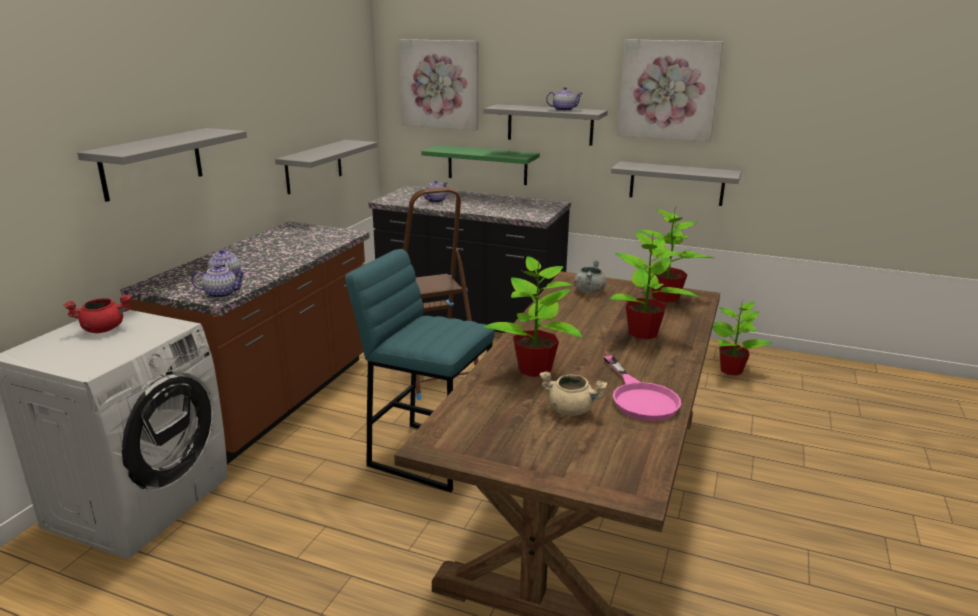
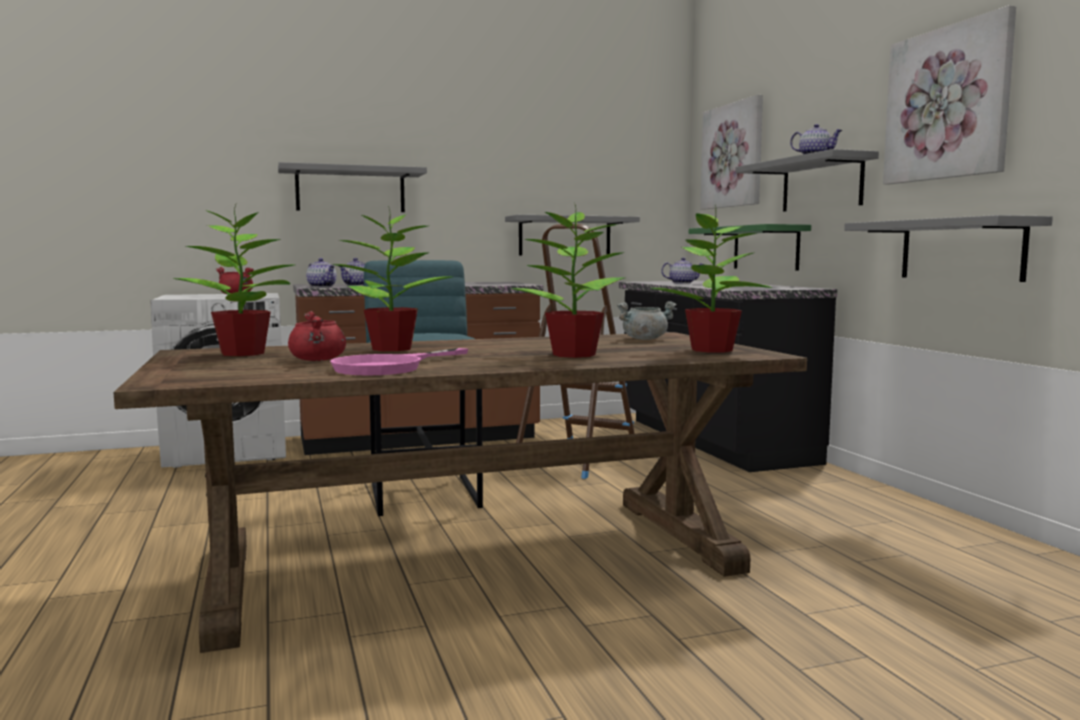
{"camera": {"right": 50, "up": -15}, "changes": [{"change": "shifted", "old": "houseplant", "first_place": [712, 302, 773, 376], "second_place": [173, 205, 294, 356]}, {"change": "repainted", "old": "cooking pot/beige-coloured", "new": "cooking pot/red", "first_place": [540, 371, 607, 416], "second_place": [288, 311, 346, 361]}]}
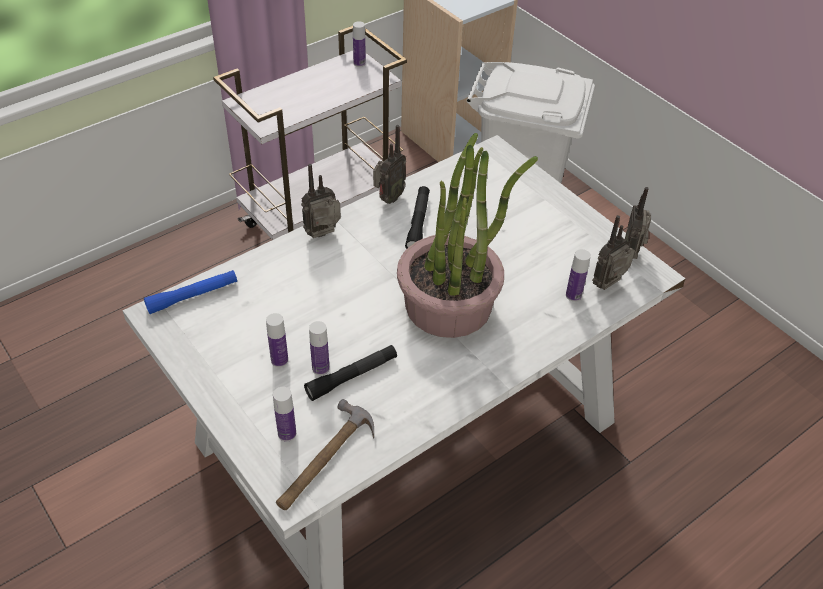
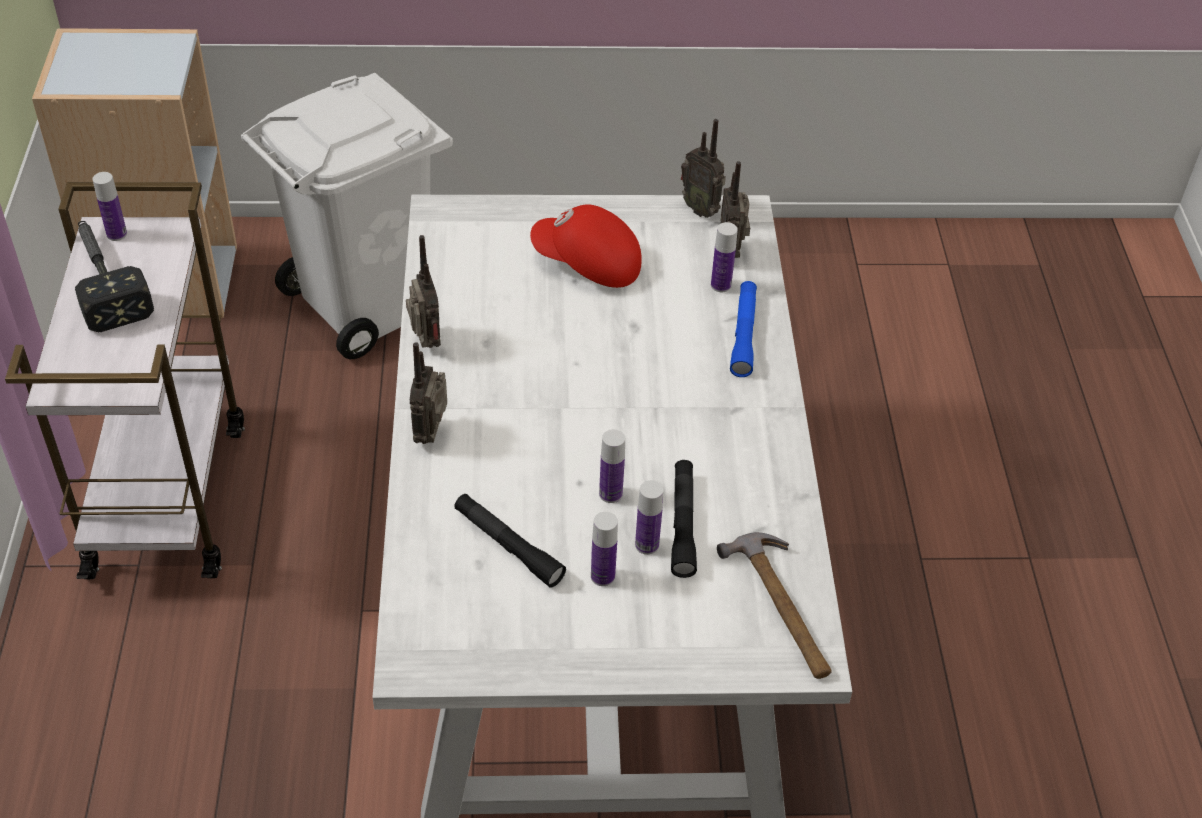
{"camera": {"right": -55, "up": 0}, "changes": [{"change": "new", "new": "tool hammer", "second_place": [75, 221, 154, 332]}, {"change": "shifted", "old": "hand torch/black-coloured", "first_place": [405, 186, 430, 249], "second_place": [454, 494, 566, 588]}, {"change": "new", "new": "cap/red", "second_place": [530, 204, 642, 288]}, {"change": "shifted", "old": "drink bottle", "first_place": [273, 387, 296, 442], "second_place": [599, 429, 625, 503]}, {"change": "shifted", "old": "hand torch/bluish", "first_place": [144, 270, 237, 314], "second_place": [730, 281, 757, 377]}, {"change": "gone", "old": "houseplant", "first_place": [397, 133, 538, 338]}]}
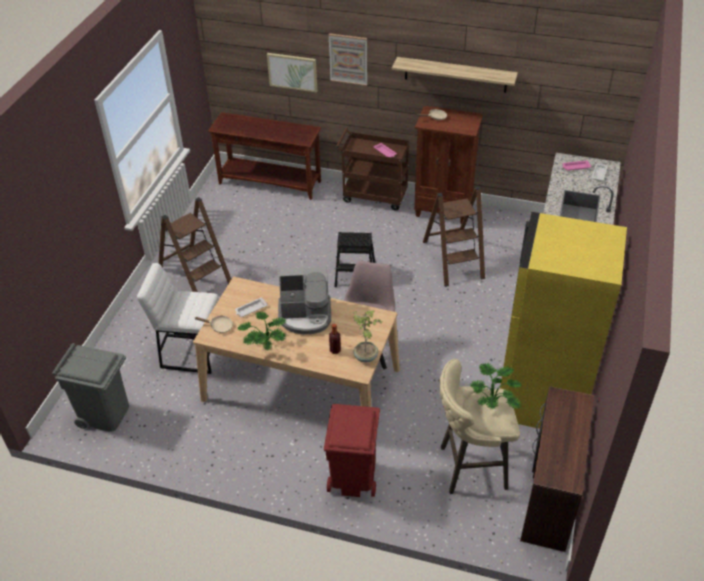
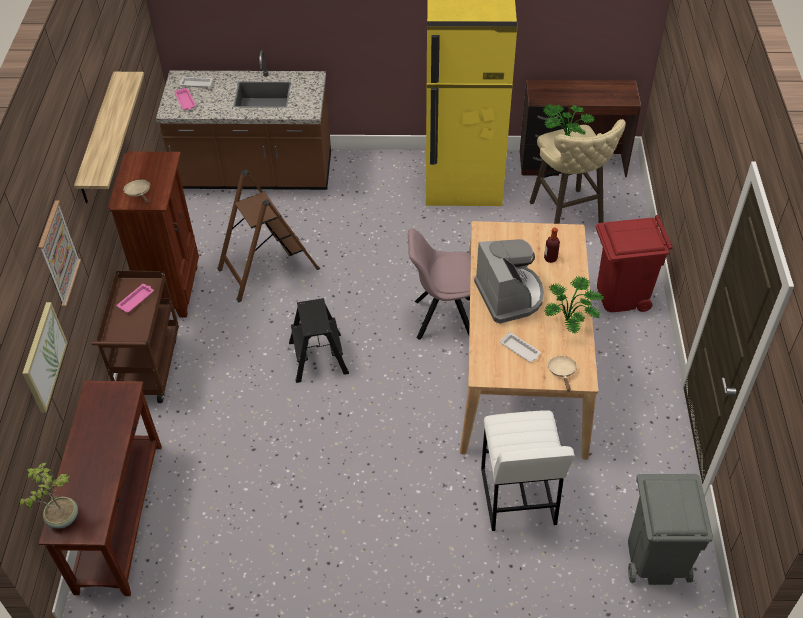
{"camera": {"right": -105, "up": 5}, "changes": [{"change": "shifted", "old": "houseplant", "first_place": [353, 310, 382, 362], "second_place": [20, 462, 78, 529]}, {"change": "gone", "old": "step stool/brown-coloured", "first_place": [159, 197, 231, 292]}]}
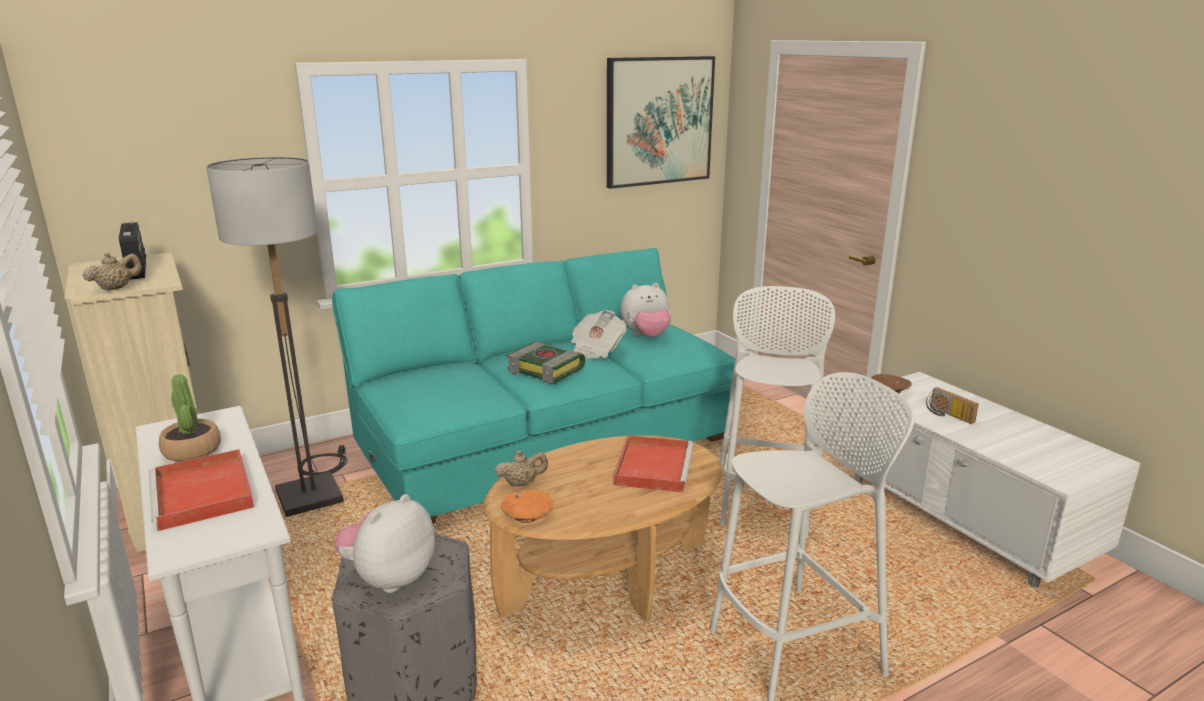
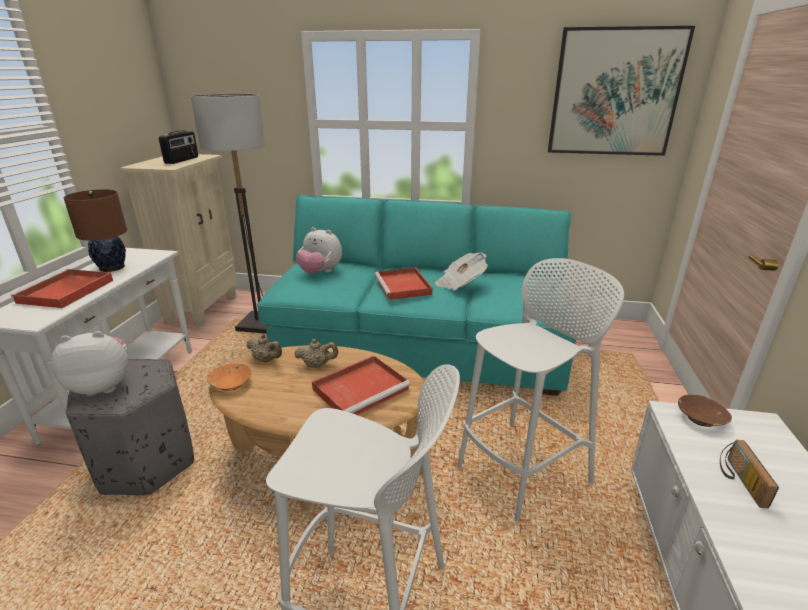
{"camera": {"right": 40, "up": 5}, "changes": [{"change": "swapped", "old": "houseplant", "new": "lamp for a table/brown-coloured", "first_place": [159, 374, 221, 462], "second_place": [64, 189, 127, 272]}, {"change": "shifted", "old": "pot for tea/beige-coloured", "first_place": [82, 252, 142, 291], "second_place": [294, 339, 338, 368]}, {"change": "shifted", "old": "cuddly toy", "first_place": [620, 283, 671, 337], "second_place": [296, 227, 342, 274]}, {"change": "swapped", "old": "volume", "new": "carrying tray/red", "first_place": [507, 342, 585, 384], "second_place": [375, 268, 433, 300]}]}
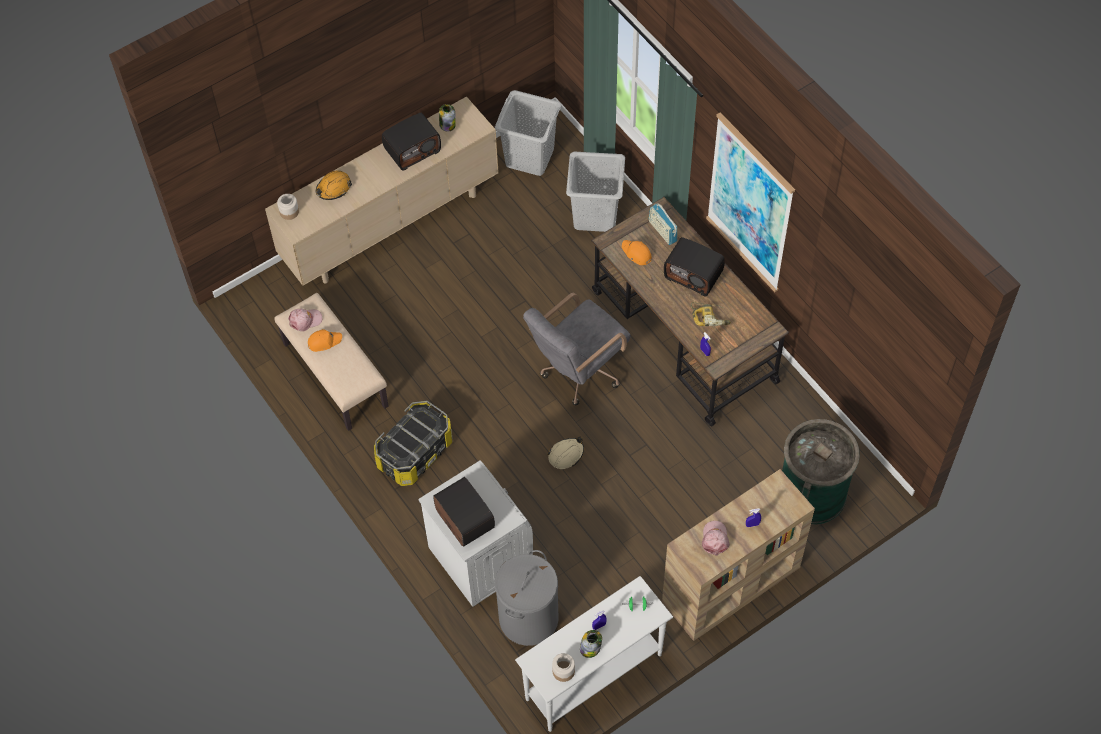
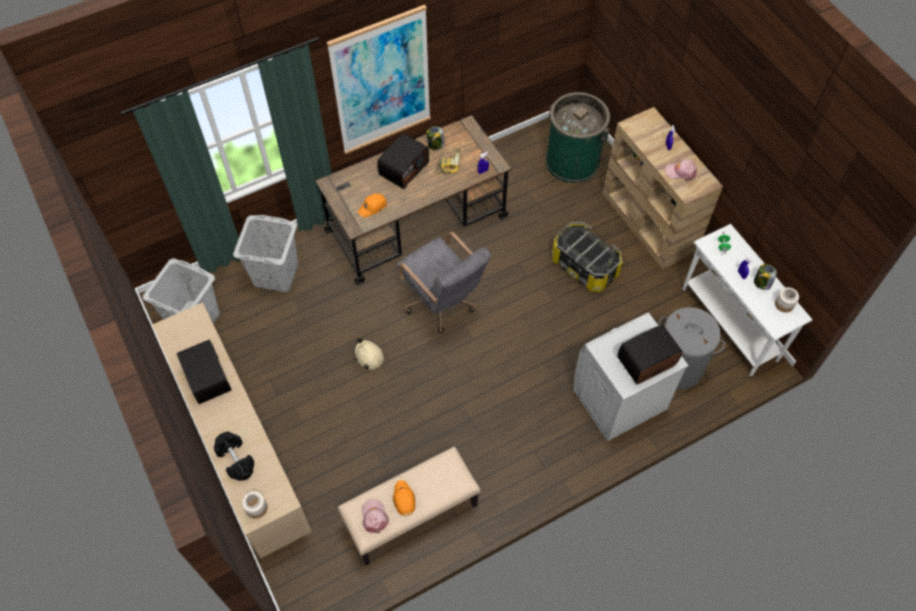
{"camera": {"right": -85, "up": 0}, "changes": [{"change": "swapped", "old": "hard hat/orange-coloured", "new": "hand weight/black-coloured", "first_place": [315, 170, 352, 200], "second_place": [214, 432, 254, 481]}, {"change": "shifted", "old": "hard hat/beige-coloured", "first_place": [547, 437, 584, 469], "second_place": [354, 337, 384, 370]}, {"change": "shifted", "old": "preserve jar", "first_place": [439, 104, 456, 132], "second_place": [426, 126, 445, 150]}, {"change": "shifted", "old": "storage container", "first_place": [374, 401, 452, 486], "second_place": [552, 222, 623, 292]}, {"change": "gone", "old": "radio receiver", "first_place": [649, 203, 677, 245]}]}
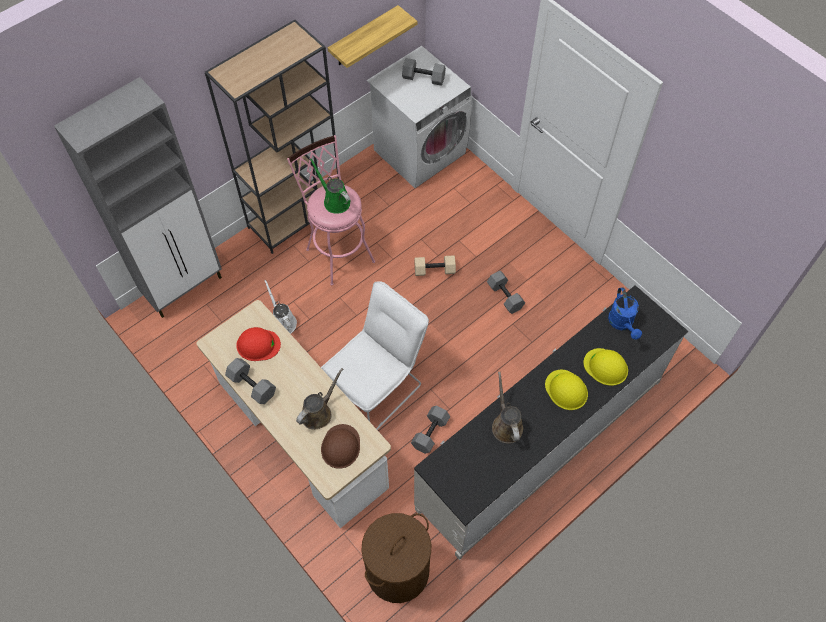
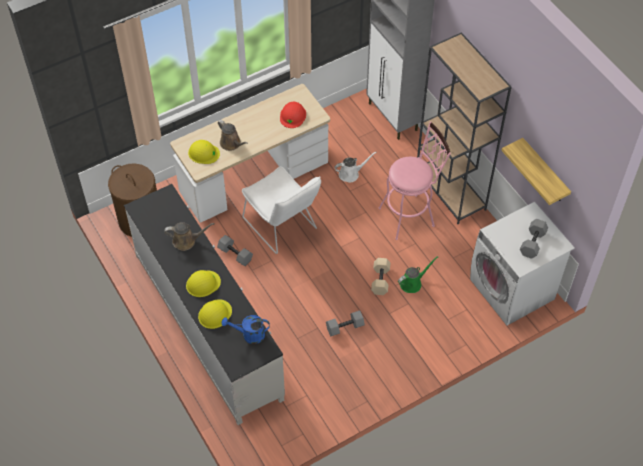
{"camera": {"right": 100, "up": -5}, "changes": [{"change": "repainted", "old": "hard hat/brown-coloured", "new": "hard hat/yellowish", "first_place": [321, 424, 360, 469], "second_place": [188, 140, 220, 164]}, {"change": "shifted", "old": "sprinkling can/green-coloured", "first_place": [310, 158, 350, 214], "second_place": [398, 256, 438, 293]}, {"change": "gone", "old": "hand weight/greyish", "first_place": [225, 358, 276, 404]}]}
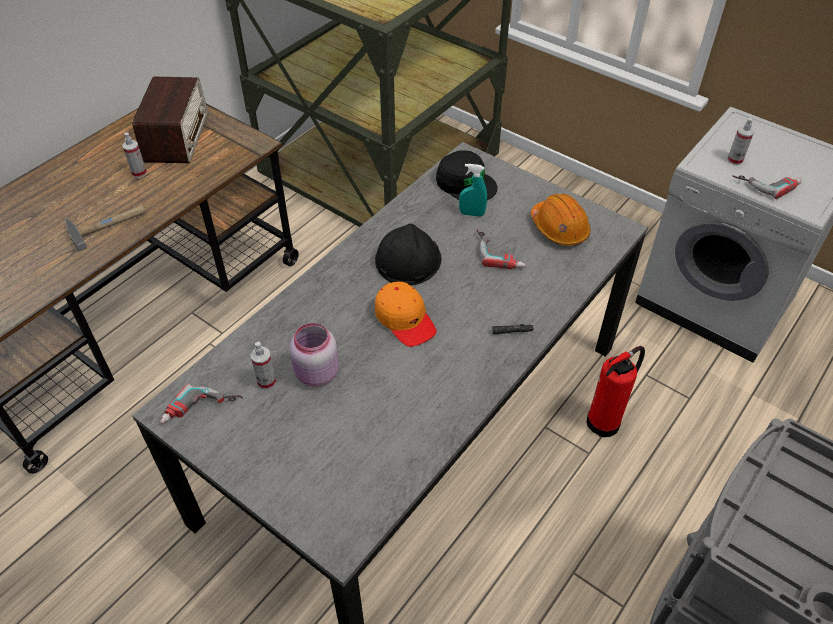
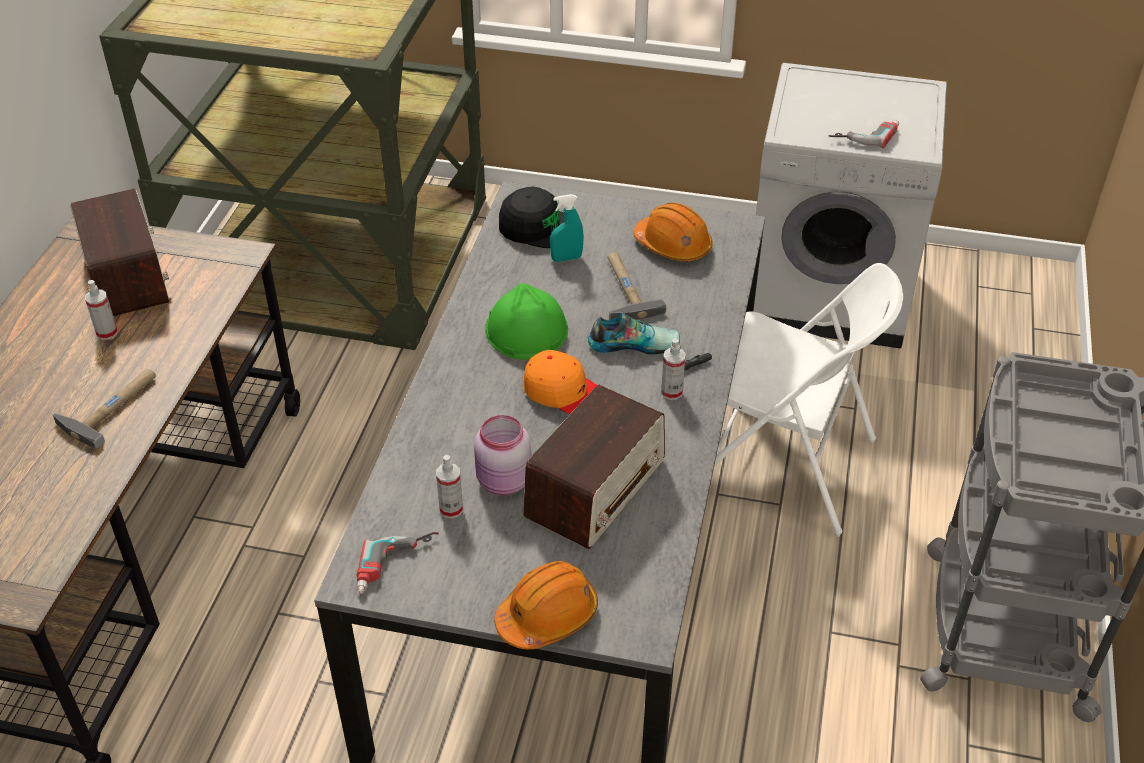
{"camera": {"right": -25, "up": -5}, "changes": [{"change": "repainted", "old": "hard hat/black-coloured", "new": "hard hat/green-coloured", "first_place": [375, 223, 441, 286], "second_place": [485, 283, 568, 360]}, {"change": "new", "new": "hard hat/orange-coloured", "second_place": [494, 561, 598, 649]}, {"change": "new", "new": "radio receiver", "second_place": [523, 385, 665, 549]}, {"change": "new", "new": "item of footwear", "second_place": [588, 313, 680, 355]}, {"change": "swapped", "old": "power drill", "new": "tool hammer", "first_place": [477, 228, 526, 269], "second_place": [607, 252, 666, 320]}, {"change": "shifted", "old": "sprayer", "first_place": [727, 118, 754, 165], "second_place": [661, 338, 686, 400]}, {"change": "swapped", "old": "extinguisher", "new": "chair/white", "first_place": [586, 346, 645, 437], "second_place": [714, 263, 903, 537]}]}
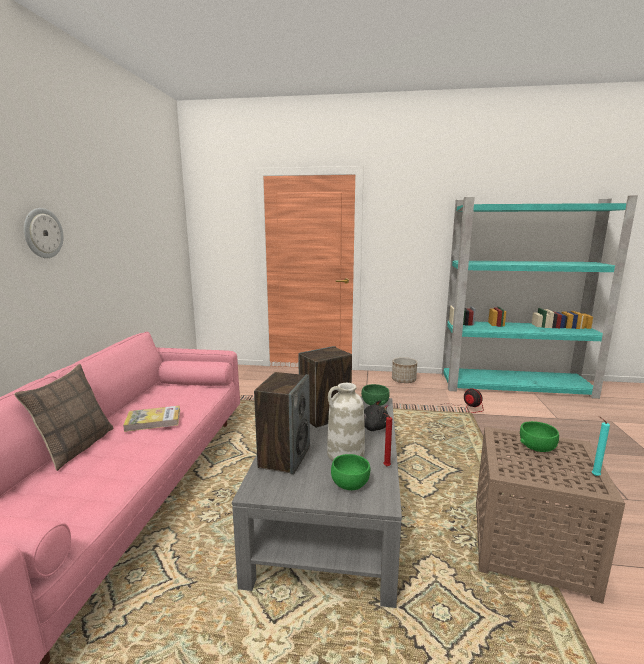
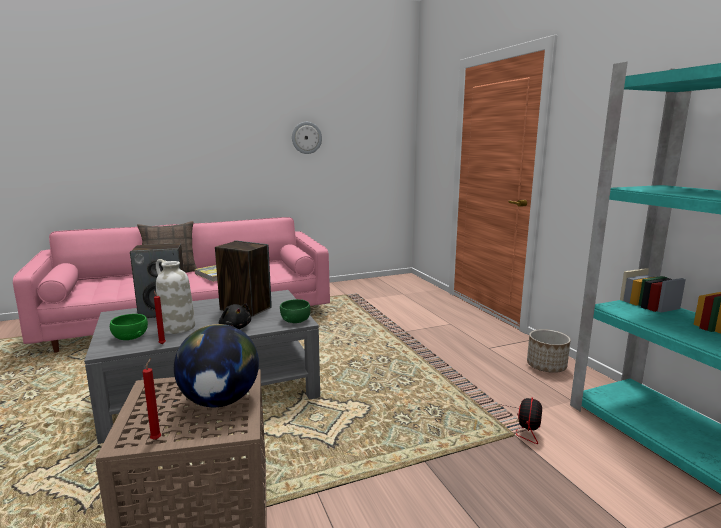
{"camera": {"right": 60, "up": 0}, "changes": [{"change": "repainted", "old": "wax candle/turquoise-coloured", "new": "wax candle/red", "first_place": [592, 416, 610, 476], "second_place": [142, 358, 161, 440]}, {"change": "swapped", "old": "deep dish/green-coloured", "new": "globe", "first_place": [520, 421, 559, 452], "second_place": [174, 324, 259, 407]}, {"change": "shifted", "old": "wall clock", "first_place": [24, 208, 64, 258], "second_place": [292, 122, 322, 154]}]}
